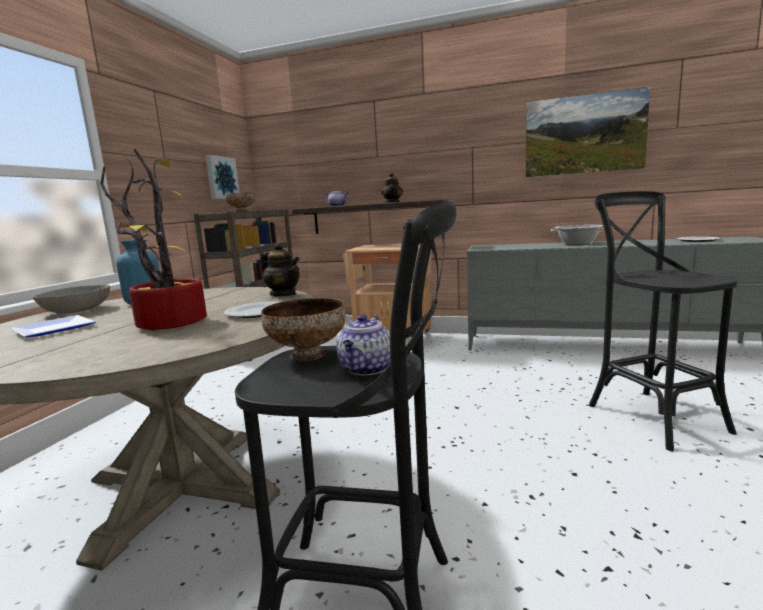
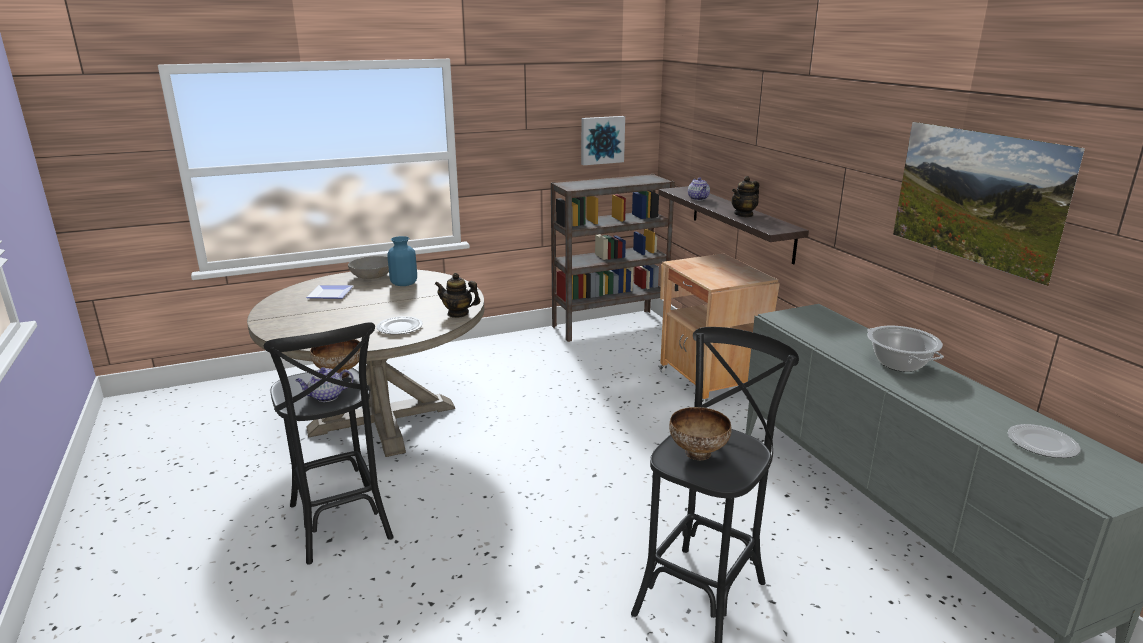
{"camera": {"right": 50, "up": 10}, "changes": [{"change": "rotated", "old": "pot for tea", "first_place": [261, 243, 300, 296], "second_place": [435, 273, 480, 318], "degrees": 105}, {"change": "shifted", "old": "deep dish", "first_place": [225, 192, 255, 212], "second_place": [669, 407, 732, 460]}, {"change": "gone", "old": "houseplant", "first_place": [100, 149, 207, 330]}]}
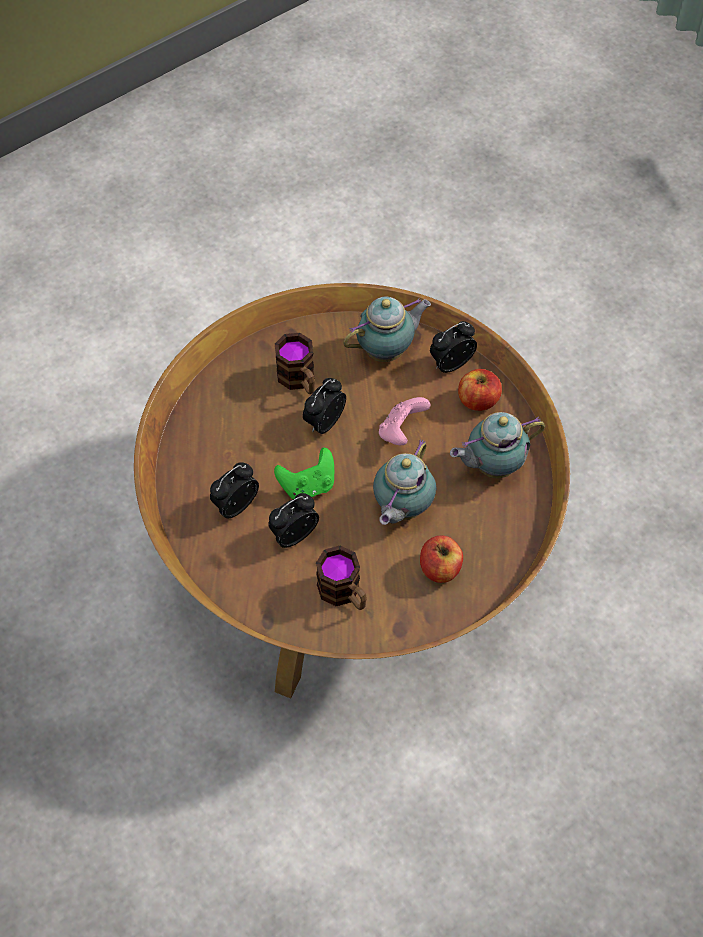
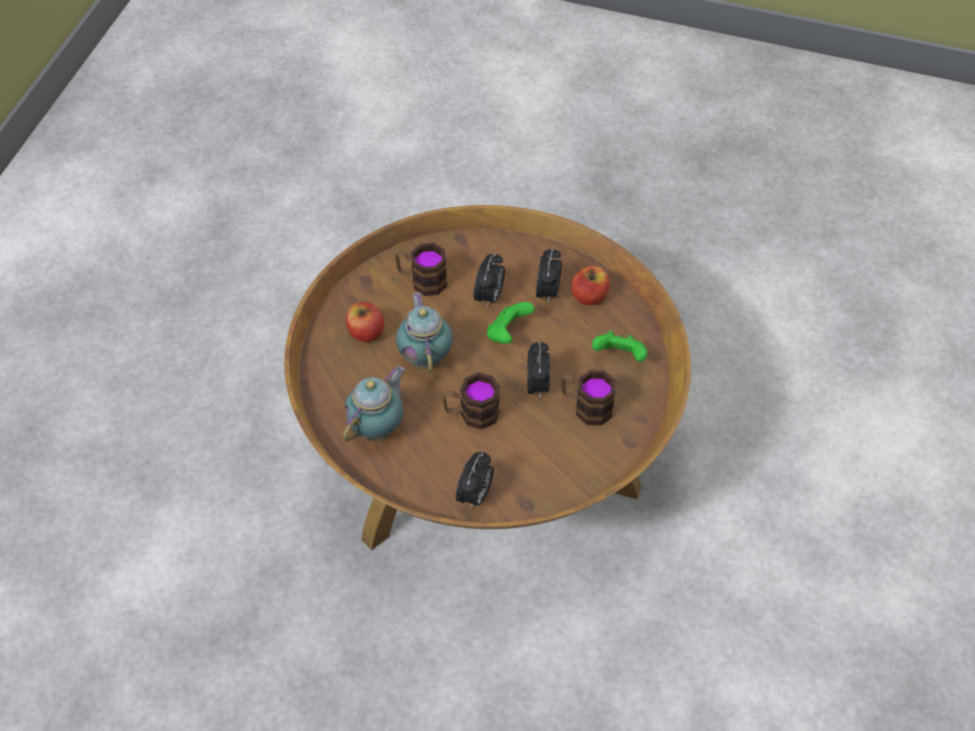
{"camera": {"right": 145, "up": -5}, "changes": [{"change": "swapped", "old": "gamepad/pinkish", "new": "mug", "first_place": [379, 397, 431, 445], "second_place": [442, 372, 500, 429]}, {"change": "shifted", "old": "apple", "first_place": [458, 369, 502, 411], "second_place": [571, 266, 610, 305]}, {"change": "new", "new": "gamepad/green-coloured", "second_place": [592, 331, 647, 362]}, {"change": "gone", "old": "pot for tea", "first_place": [343, 297, 431, 362]}]}
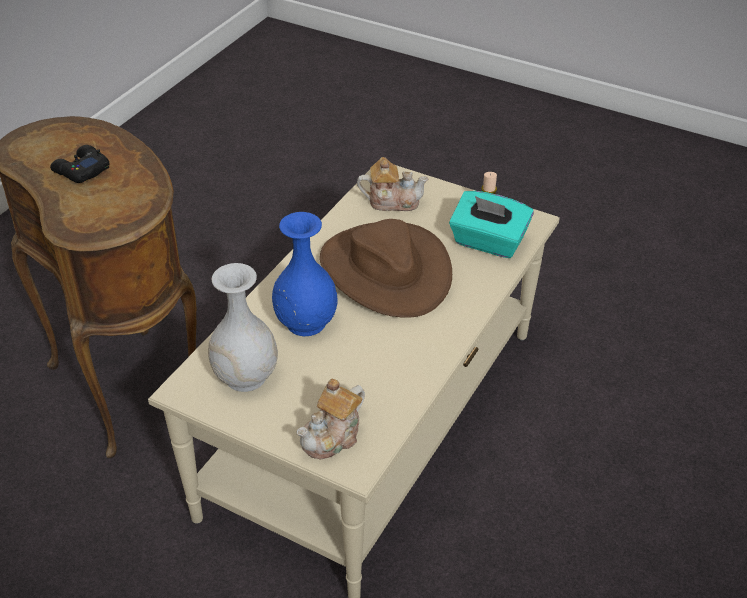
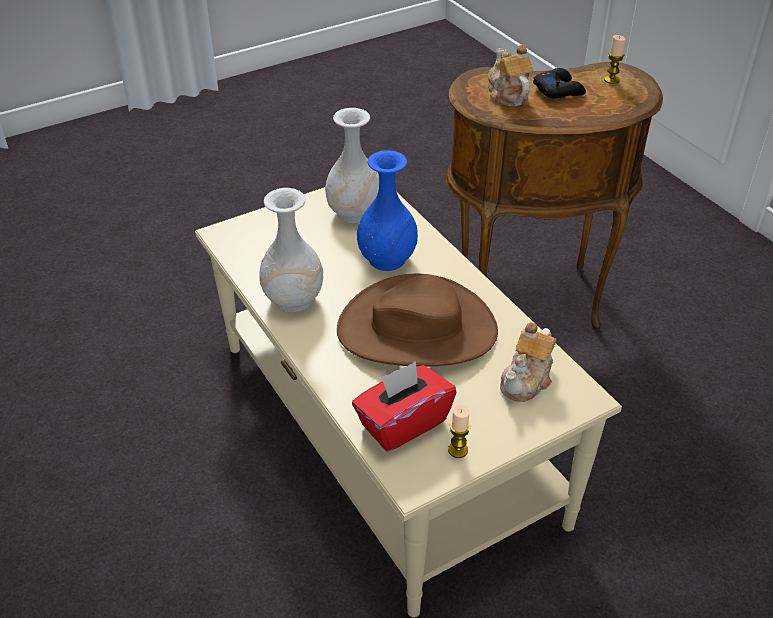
{"camera": {"right": 120, "up": 0}, "changes": [{"change": "new", "new": "decorative vase/white", "second_place": [259, 188, 323, 312]}, {"change": "repainted", "old": "tissue box/turquoise-coloured", "new": "tissue box/red", "first_place": [449, 191, 534, 258], "second_place": [352, 361, 457, 452]}, {"change": "shifted", "old": "pot for tea", "first_place": [296, 379, 365, 459], "second_place": [488, 44, 533, 106]}, {"change": "new", "new": "wax candle", "second_place": [604, 35, 626, 84]}]}
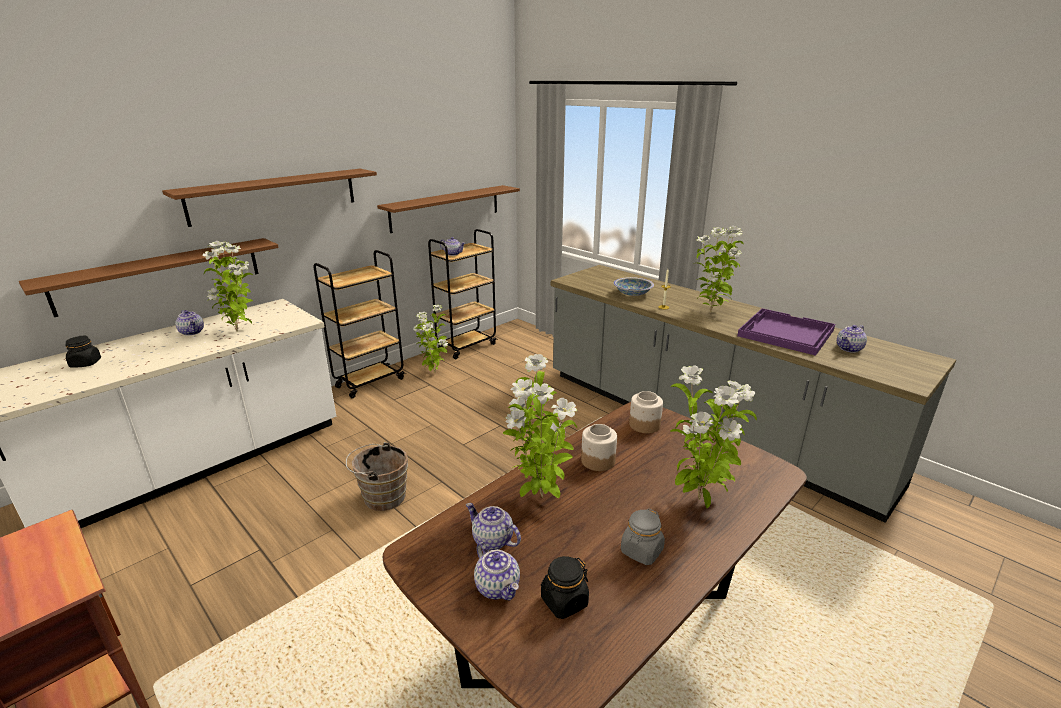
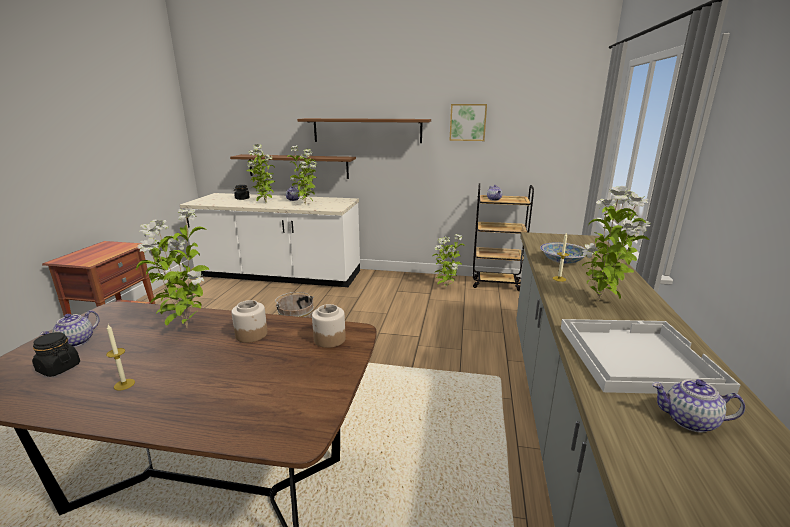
{"camera": {"right": 55, "up": -5}, "changes": [{"change": "swapped", "old": "preserve jar/greyish", "new": "wax candle", "first_place": [621, 509, 665, 565], "second_place": [106, 324, 135, 391]}, {"change": "shifted", "old": "houseplant", "first_place": [670, 365, 757, 508], "second_place": [247, 144, 275, 202]}, {"change": "new", "new": "picture", "second_place": [449, 104, 487, 141]}, {"change": "repainted", "old": "carrying tray/purple-coloured", "new": "carrying tray/white", "first_place": [737, 308, 835, 356], "second_place": [561, 319, 740, 395]}, {"change": "gone", "old": "trolley/brown-coloured", "first_place": [314, 250, 406, 398]}, {"change": "gone", "old": "bracket shelf/brown-coloured", "first_place": [377, 185, 520, 233]}, {"change": "gone", "old": "pot for tea", "first_place": [466, 503, 521, 551]}]}
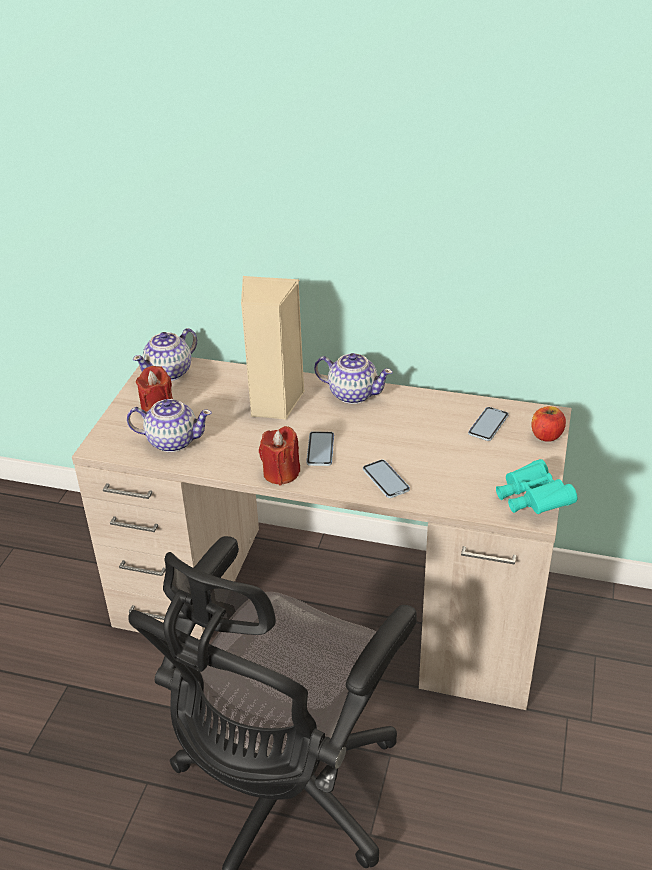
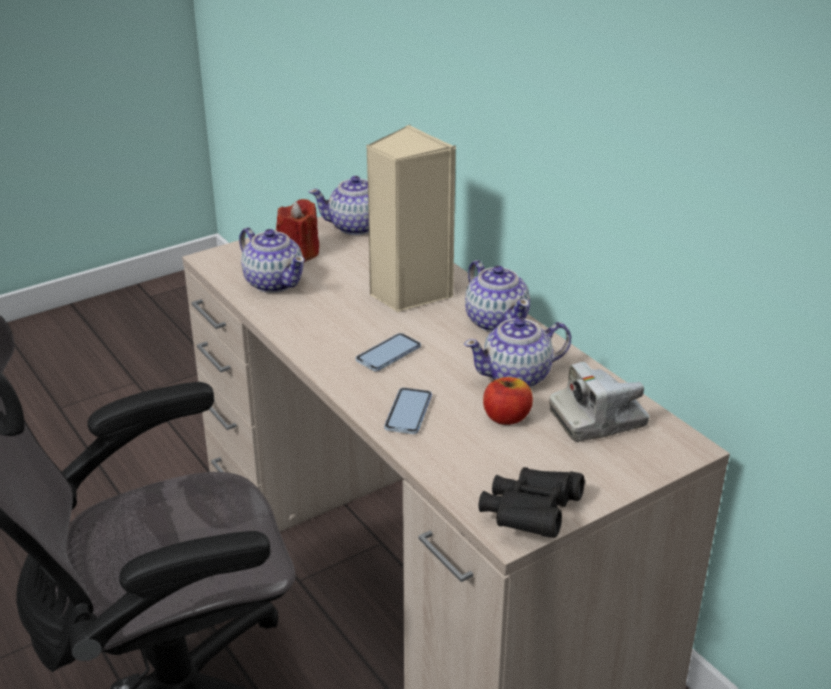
{"camera": {"right": 40, "up": -5}, "changes": [{"change": "new", "new": "pot for tea", "second_place": [464, 317, 571, 388]}, {"change": "repainted", "old": "binoculars/turquoise-coloured", "new": "binoculars/black-coloured", "first_place": [496, 459, 577, 514], "second_place": [479, 467, 584, 538]}, {"change": "shifted", "old": "apple", "first_place": [531, 406, 566, 442], "second_place": [483, 377, 533, 425]}, {"change": "swapped", "old": "telephone", "new": "still camera", "first_place": [468, 407, 509, 441], "second_place": [549, 362, 650, 442]}, {"change": "gone", "old": "wax candle/red", "first_place": [259, 426, 300, 486]}]}
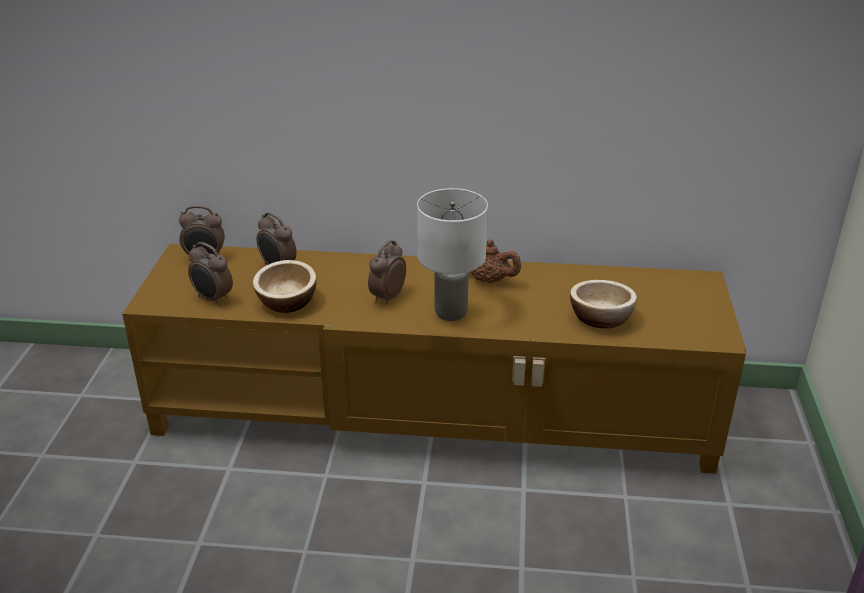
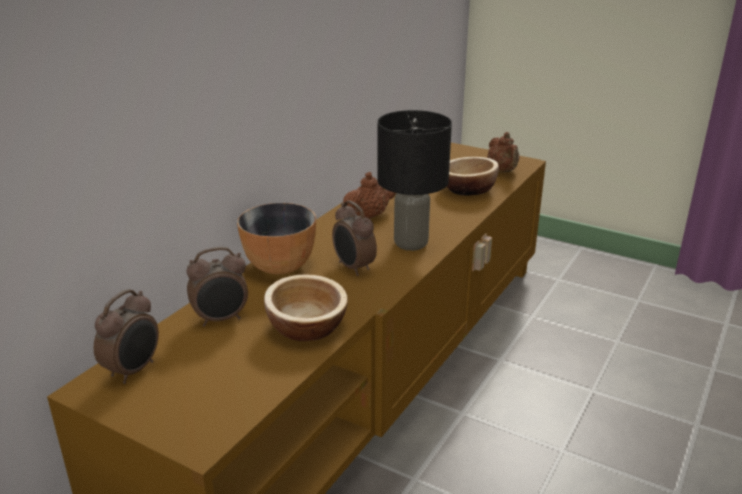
{"camera": {"right": -65, "up": -5}, "changes": [{"change": "new", "new": "deep dish", "second_place": [237, 203, 316, 274]}, {"change": "repainted", "old": "lamp for a table/white", "new": "lamp for a table/black-coloured", "first_place": [417, 188, 488, 321], "second_place": [377, 110, 452, 251]}, {"change": "new", "new": "pot for tea/brown-coloured", "second_place": [488, 132, 520, 172]}, {"change": "gone", "old": "table clock", "first_place": [188, 242, 233, 306]}]}
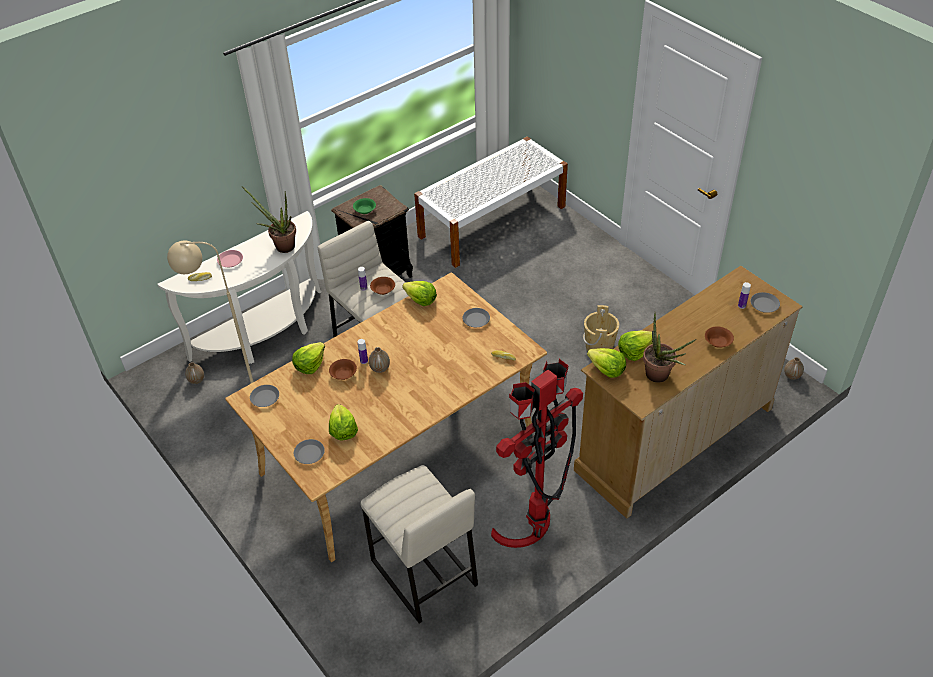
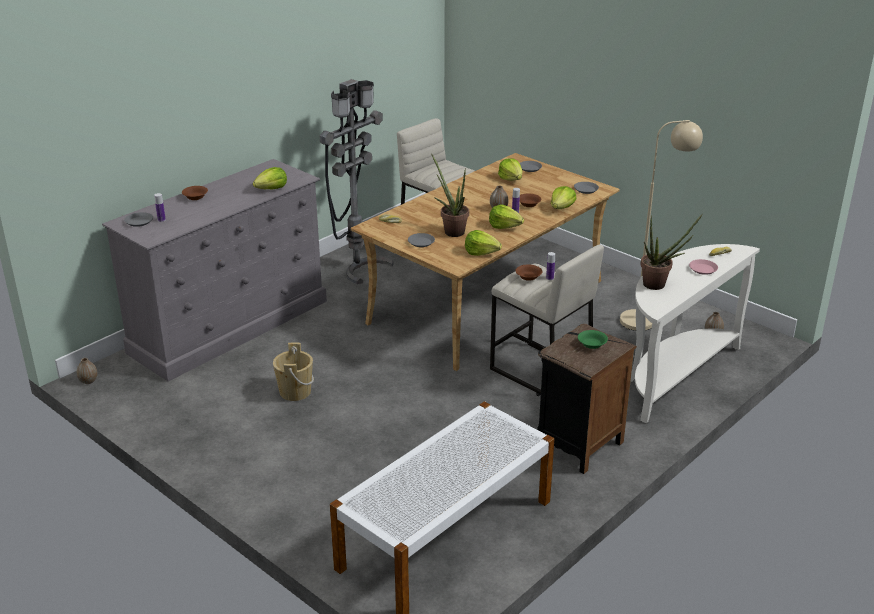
{"camera": {"right": 170, "up": -15}, "changes": [{"change": "repainted", "old": "dresser/brown-coloured", "new": "dresser/greyish", "first_place": [574, 266, 802, 519], "second_place": [102, 159, 327, 381]}, {"change": "repainted", "old": "standard lamp/red", "new": "standard lamp/greyish", "first_place": [491, 359, 583, 548], "second_place": [320, 79, 393, 284]}, {"change": "shifted", "old": "houseplant", "first_place": [643, 313, 696, 383], "second_place": [431, 154, 469, 237]}, {"change": "shifted", "old": "lettuce", "first_place": [587, 348, 626, 378], "second_place": [489, 204, 524, 229]}]}
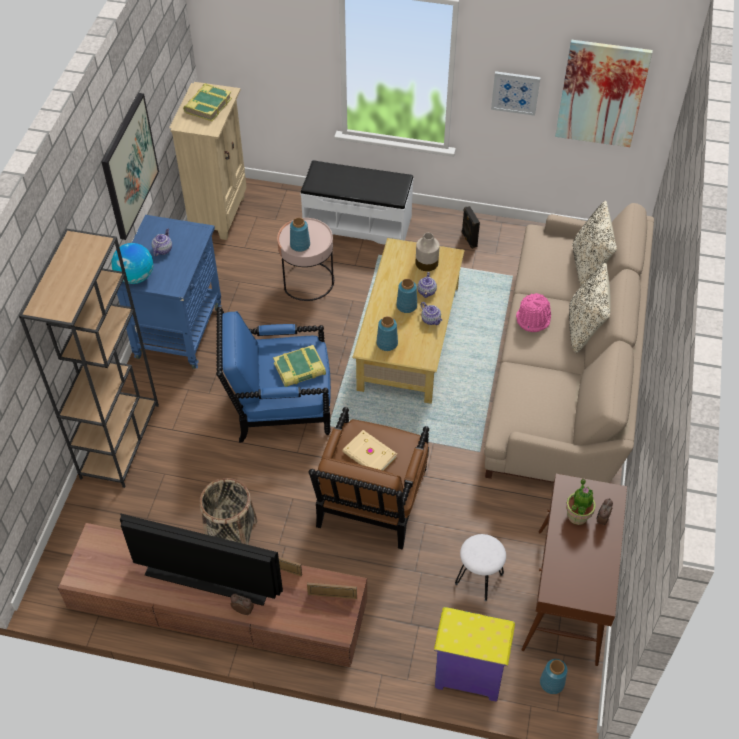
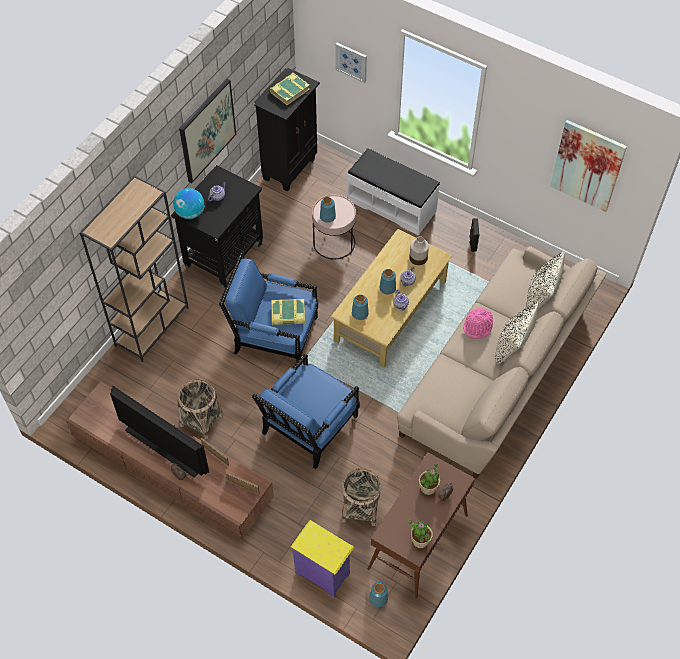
{"camera": {"right": 20, "up": 5}, "changes": [{"change": "repainted", "old": "trolley/bluish", "new": "trolley/black-coloured", "first_place": [117, 215, 221, 369], "second_place": [171, 165, 263, 288]}, {"change": "repainted", "old": "easy chair/brown-coloured", "new": "easy chair/bluish", "first_place": [308, 407, 429, 550], "second_place": [252, 354, 360, 469]}, {"change": "repainted", "old": "cupboard/beige-coloured", "new": "cupboard/black-coloured", "first_place": [169, 82, 247, 240], "second_place": [254, 68, 320, 191]}, {"change": "shifted", "old": "picture", "first_place": [491, 71, 541, 116], "second_place": [335, 43, 367, 83]}, {"change": "swapped", "old": "stool/white", "new": "basket", "first_place": [455, 534, 506, 601], "second_place": [342, 468, 381, 526]}, {"change": "new", "new": "houseplant", "second_place": [408, 520, 433, 548]}, {"change": "gone", "old": "volume/beige-coloured", "first_place": [342, 430, 397, 471]}]}
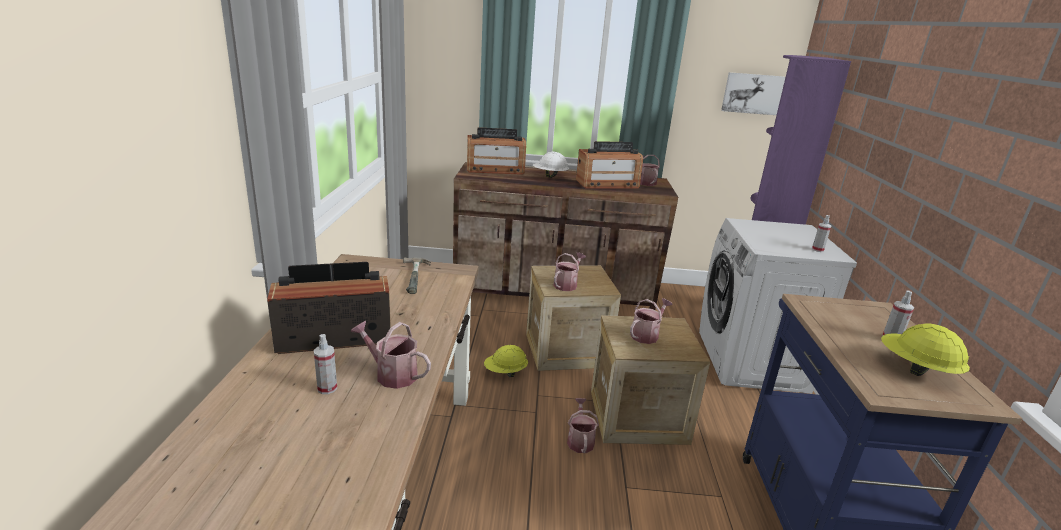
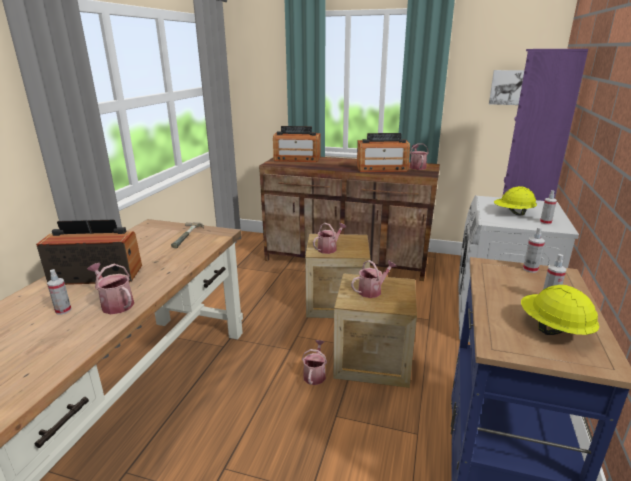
{"camera": {"right": 15, "up": 0}, "changes": [{"change": "shifted", "old": "hard hat/yellowish", "first_place": [484, 345, 528, 377], "second_place": [494, 186, 537, 215]}, {"change": "new", "new": "sprayer", "second_place": [523, 227, 545, 273]}, {"change": "gone", "old": "hard hat/white", "first_place": [533, 152, 569, 178]}]}
